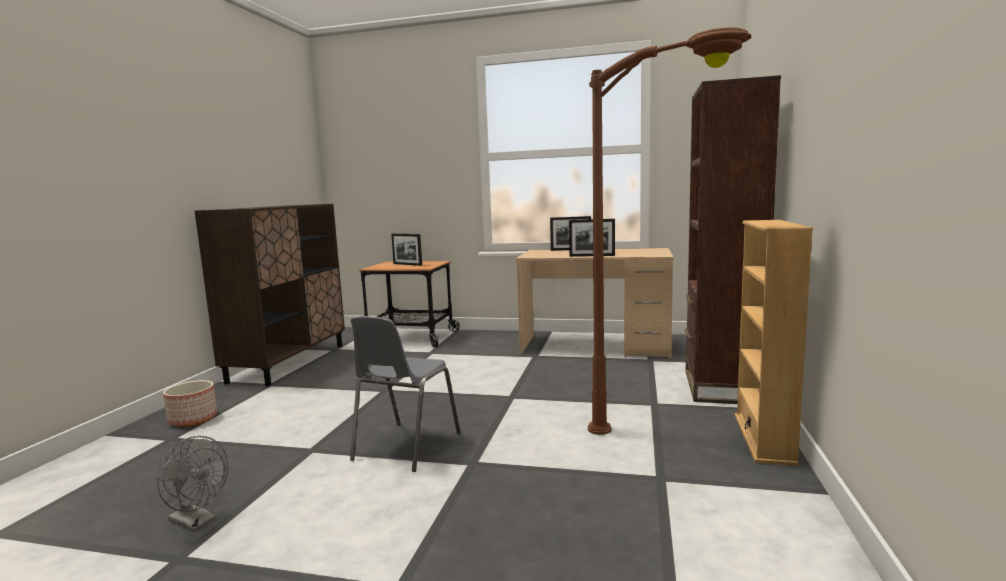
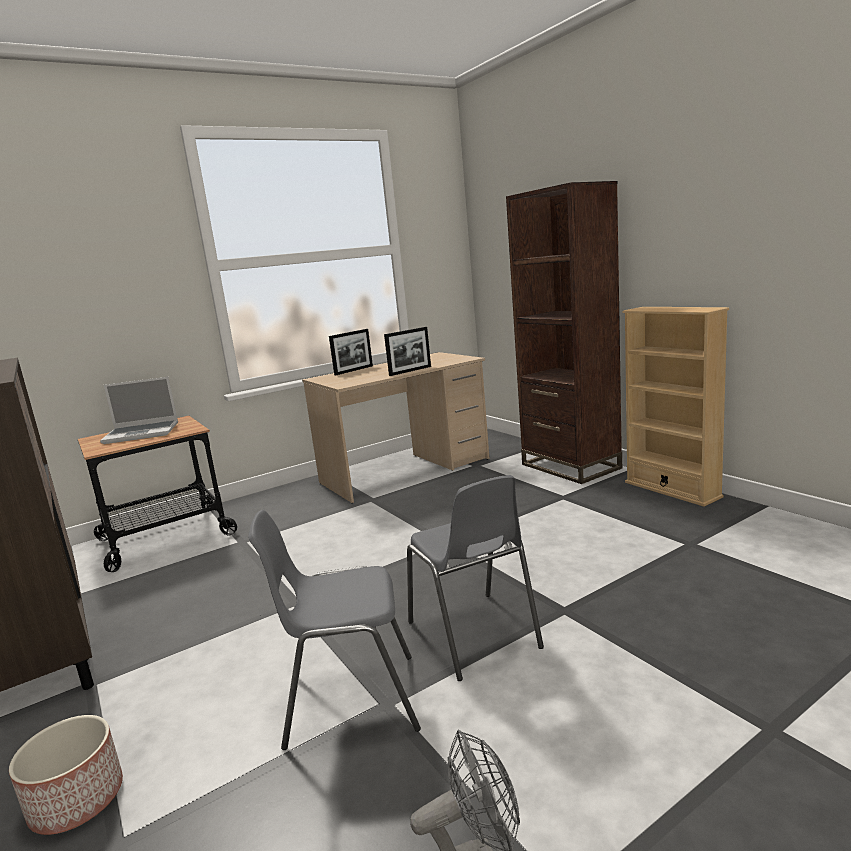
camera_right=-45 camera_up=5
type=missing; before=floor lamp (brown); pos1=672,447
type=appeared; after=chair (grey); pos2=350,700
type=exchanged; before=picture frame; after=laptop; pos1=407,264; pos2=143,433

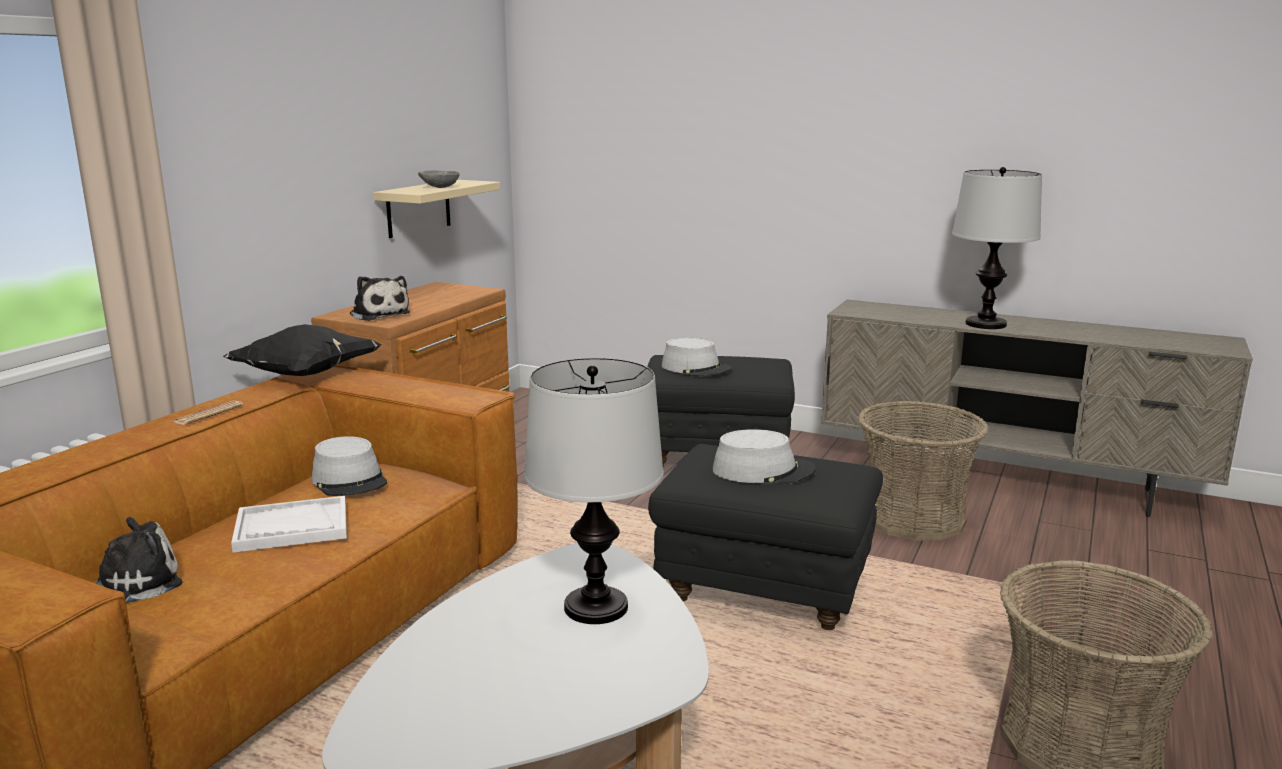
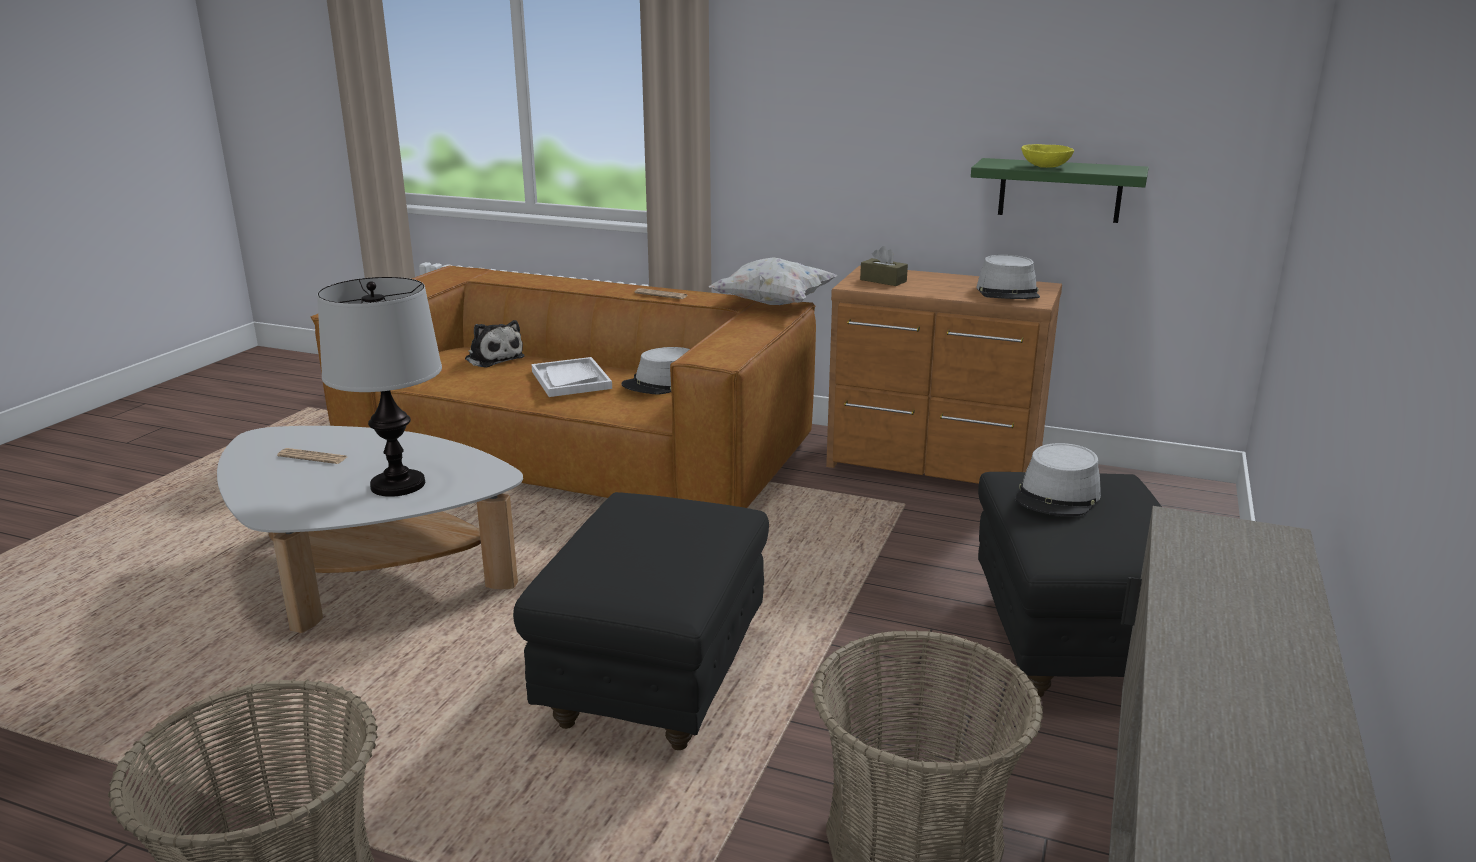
camera_right=85 camera_up=5
type=missing; before=table lamp; pos1=986,324
type=appeared; after=newspaper; pos2=313,457
type=relocated; before=hat (grey); pos1=763,471; pos2=1008,292
type=exchanged; before=plush toy; after=tissue box (brown); pos1=379,314; pos2=883,280
type=colour; before=pillow (black); after=pillow (white); pos1=306,375; pos2=773,304
type=colour; before=shelf (beige); after=shelf (green); pos1=418,208; pos2=1060,190
type=colour; before=bowl (grey); after=bowl (yellow); pos1=439,187; pos2=1044,167

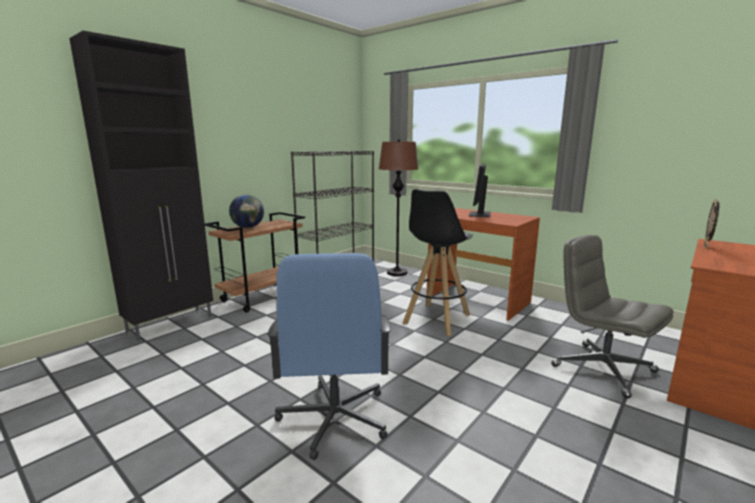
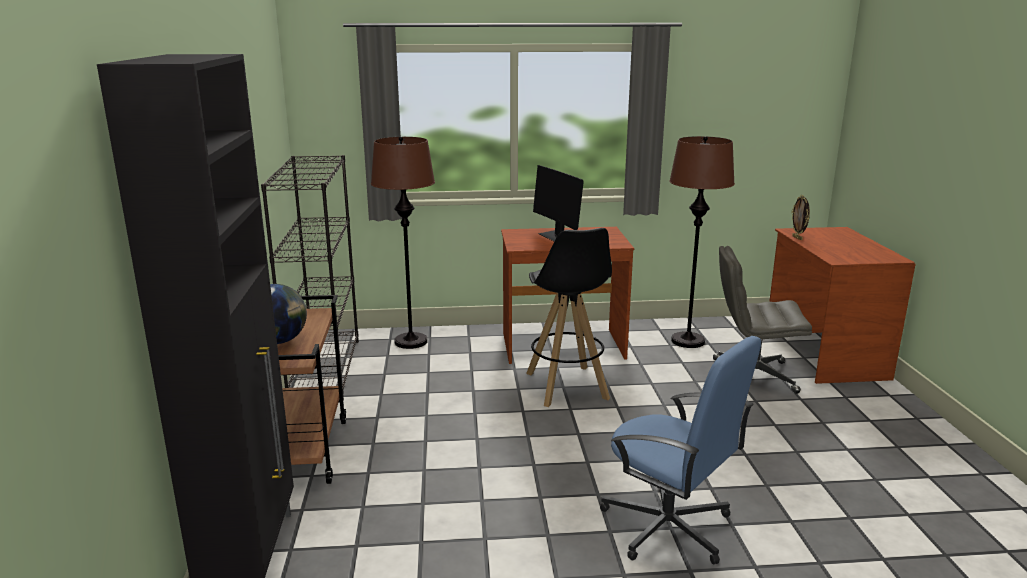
camera_right=-45 camera_up=5
type=appeared; after=floor lamp (brown); pos2=688,341

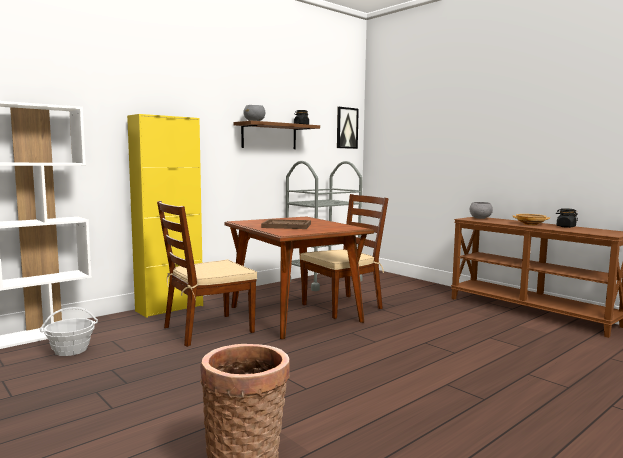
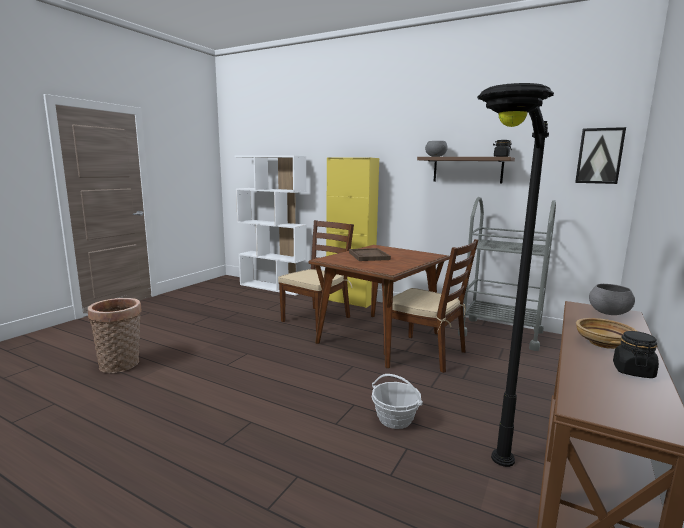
camera_right=70 camera_up=5
type=appeared; after=floor lamp (black); pos2=481,504
type=relocated; before=basket; pos1=71,350; pos2=395,419
type=spun; before=chair (brown); pos1=207,330; pos2=316,319; turn=90

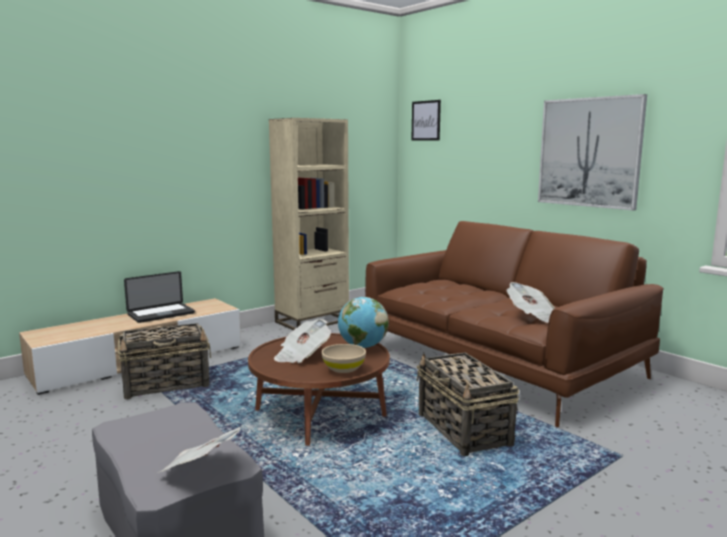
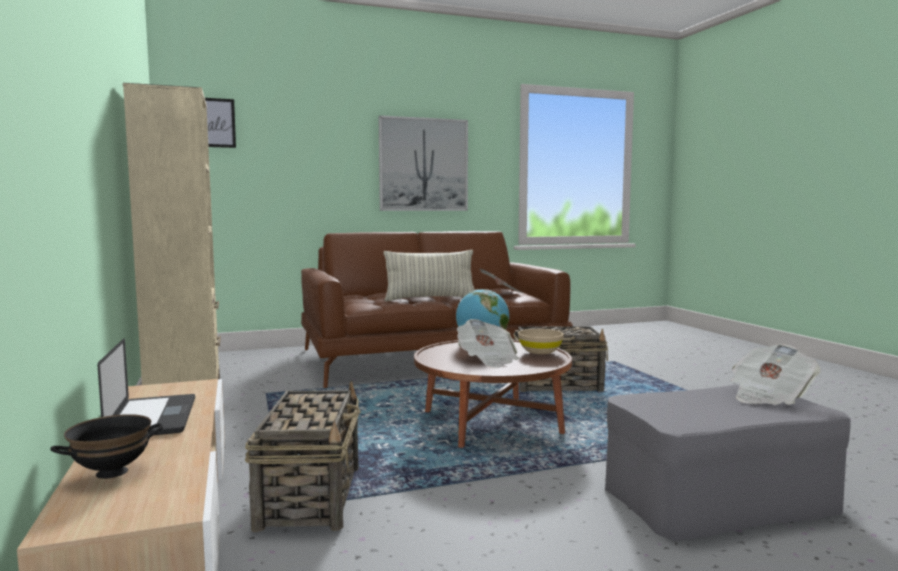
camera_right=-70 camera_up=-5
type=appeared; after=bowl (black); pos2=112,472
type=appeared; after=pillow; pos2=430,299

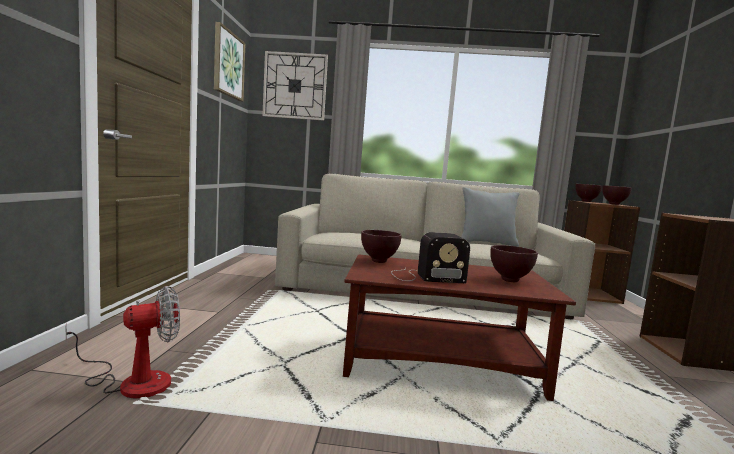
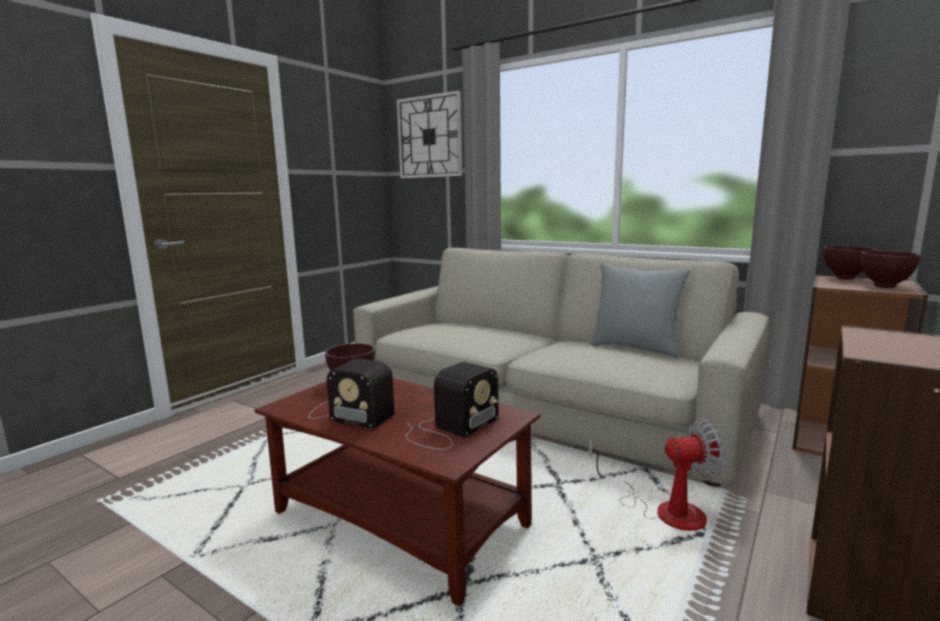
camera_right=30 camera_up=5
type=missing; before=picture; pos1=228,64
type=relocated; before=fan; pos1=132,381; pos2=664,510
type=exchanged; before=bowl (brown); after=radio; pos1=509,280; pos2=450,429

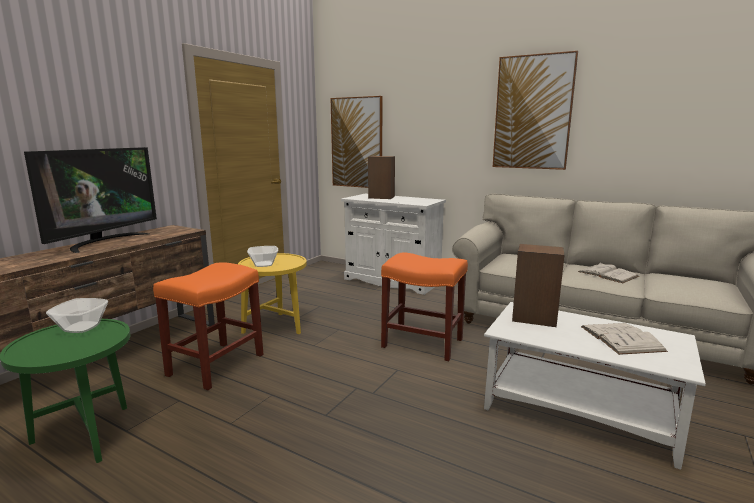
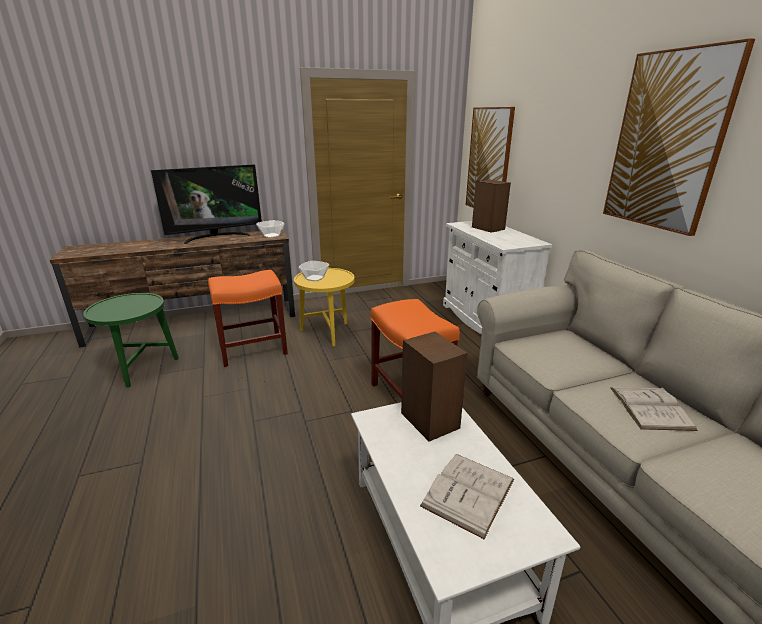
camera_right=40 camera_up=10
type=relocated; before=bowl; pos1=81,327; pos2=271,235

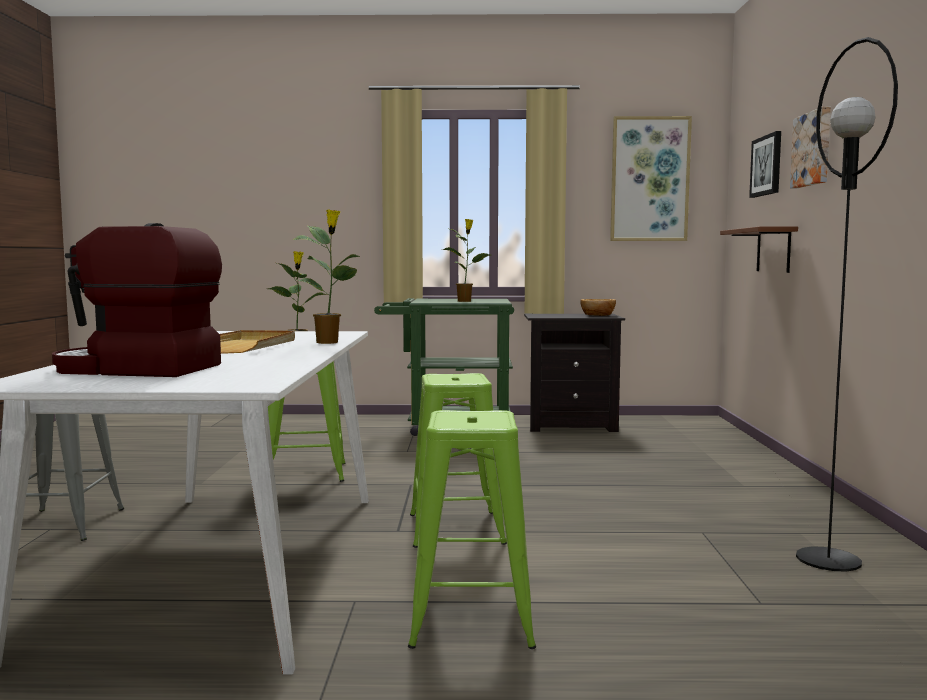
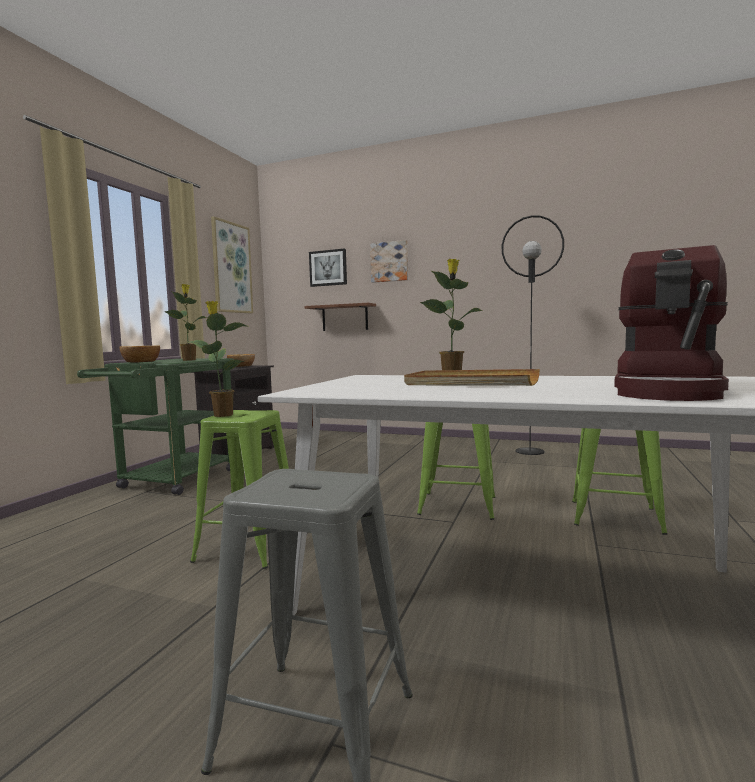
camera_right=-70 camera_up=0
type=appeared; after=bowl; pos2=140,362

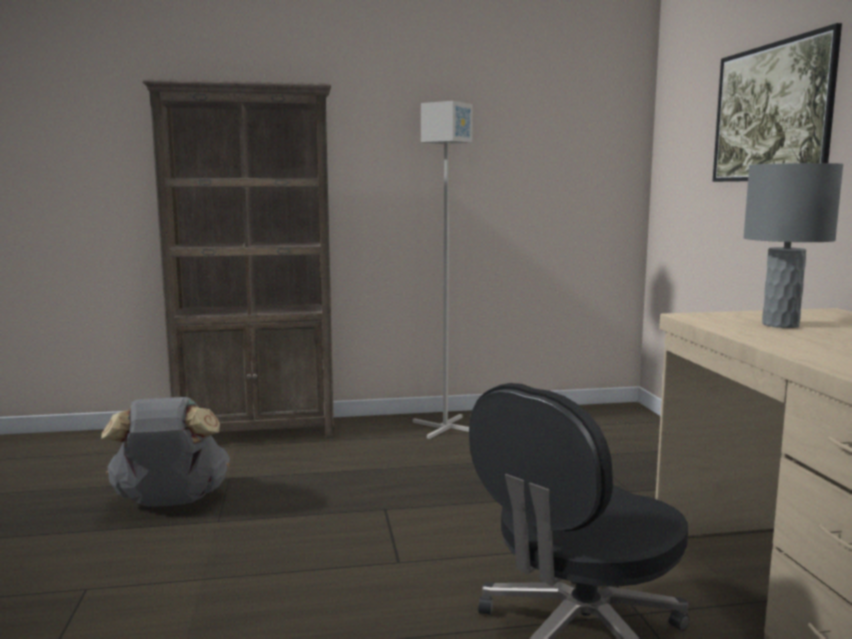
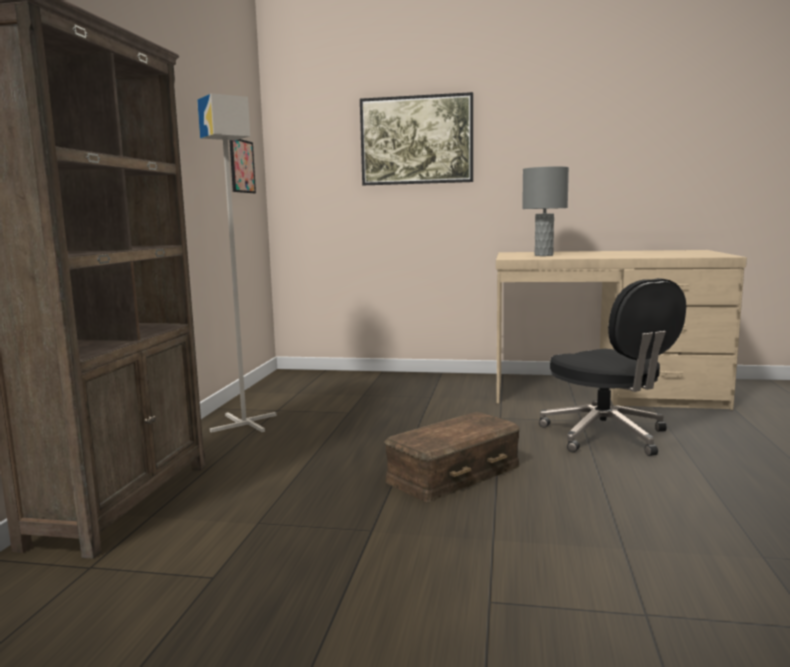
camera_right=-70 camera_up=0
type=missing; before=backpack (grey); pos1=170,502
type=appeared; after=picture; pos2=241,166
type=appeared; after=storage box (brown); pos2=453,473

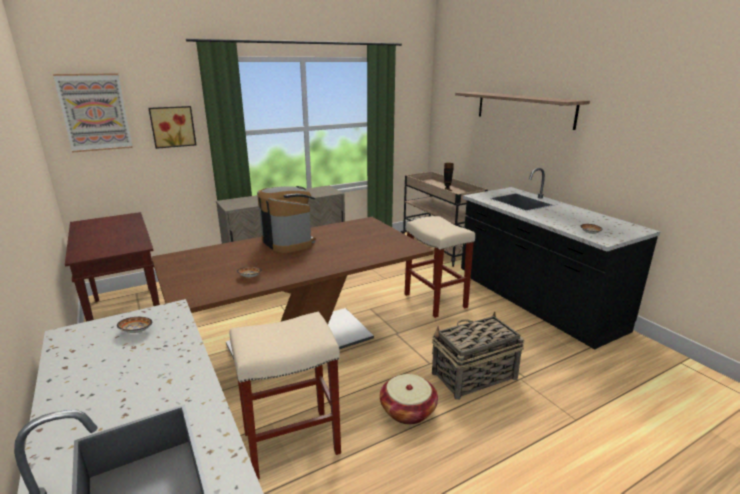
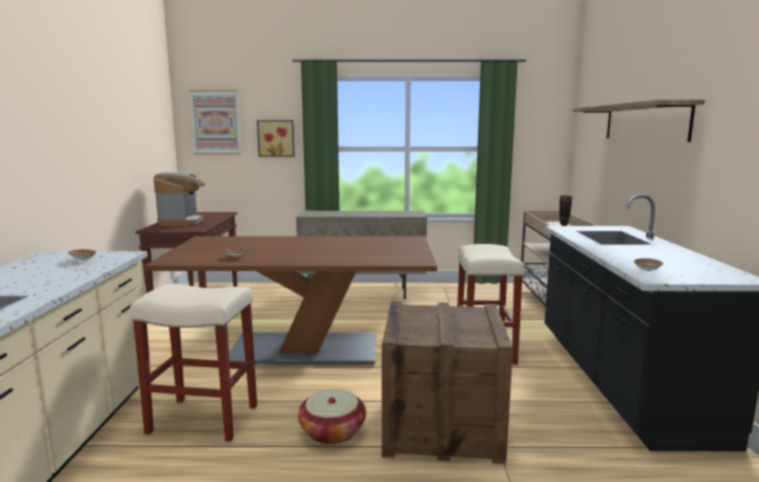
camera_right=30 camera_up=-10
type=relocated; before=coffee machine; pos1=289,242; pos2=181,222
type=exchanged; before=basket; after=crate; pos1=473,376; pos2=441,426

